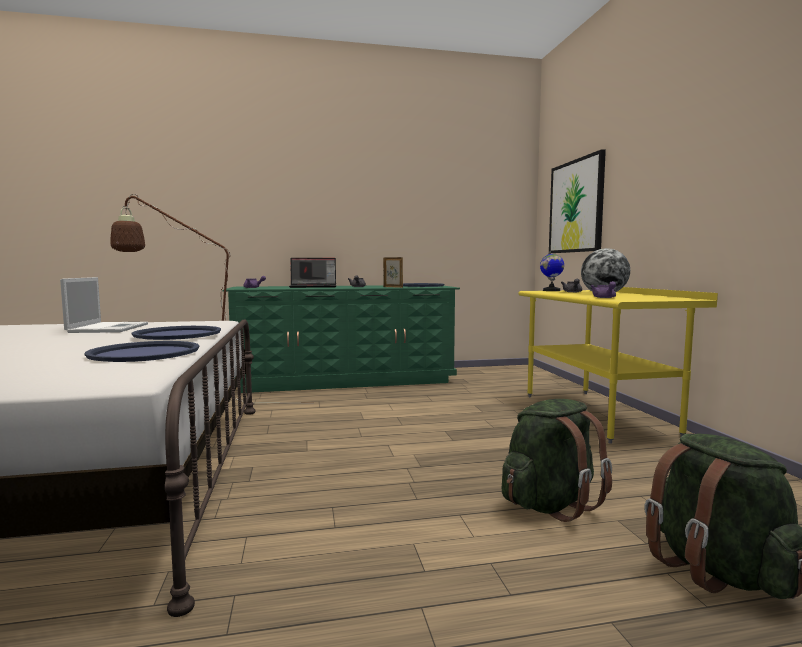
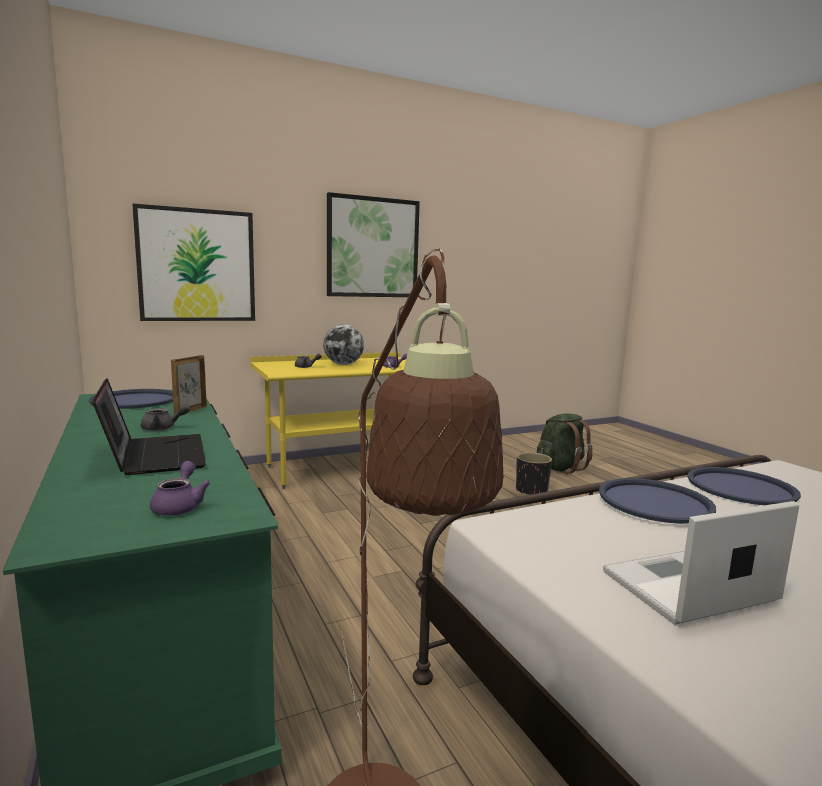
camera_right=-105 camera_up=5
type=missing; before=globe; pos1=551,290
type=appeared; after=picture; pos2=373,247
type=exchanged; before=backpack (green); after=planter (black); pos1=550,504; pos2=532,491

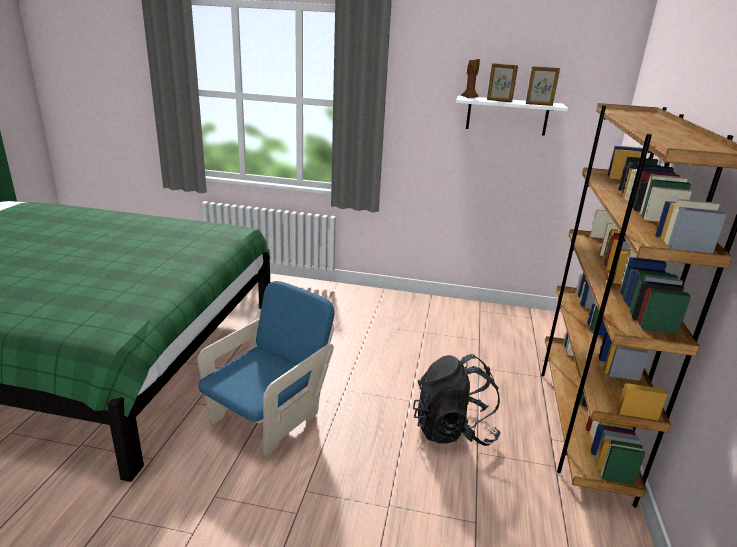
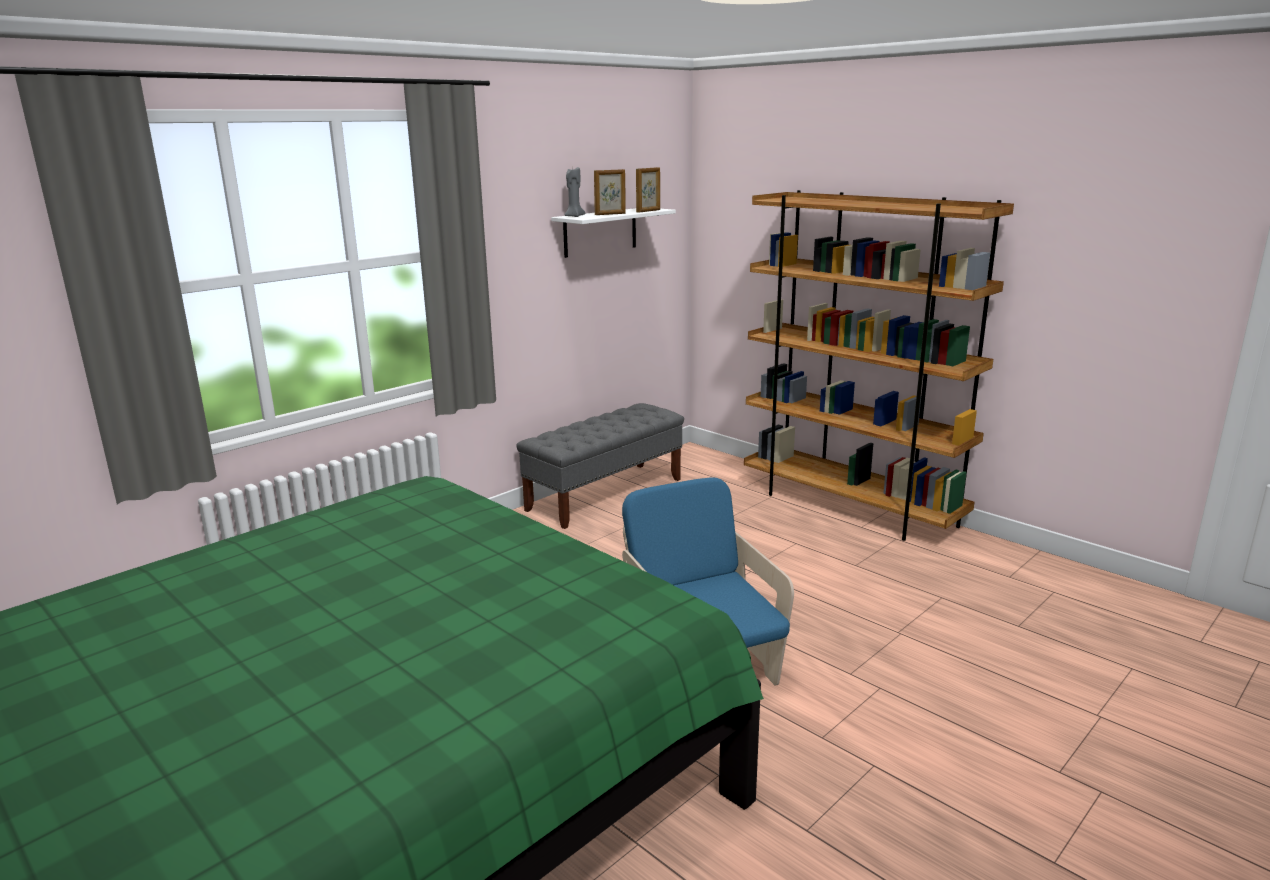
camera_right=-55 camera_up=-5
type=missing; before=backpack (black); pos1=453,430
type=appeared; after=bench (grey); pos2=605,494
type=colour; before=candle (brown); after=candle (grey); pos1=469,97; pos2=574,216

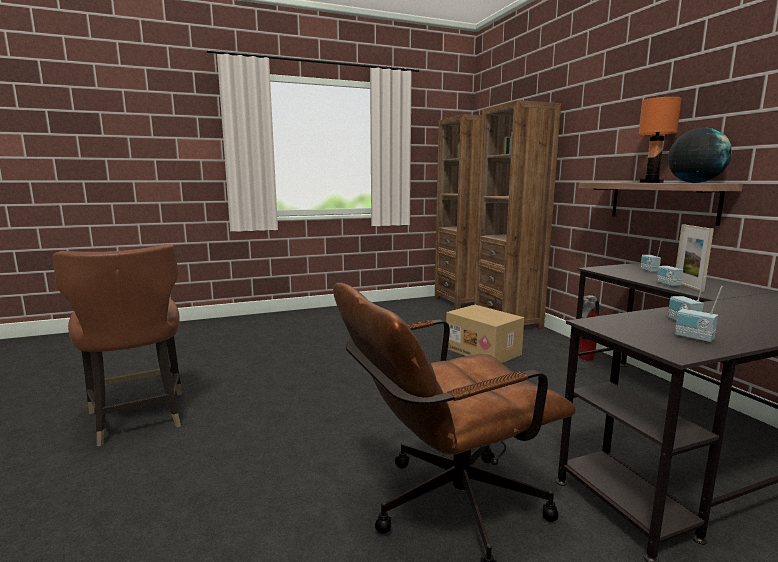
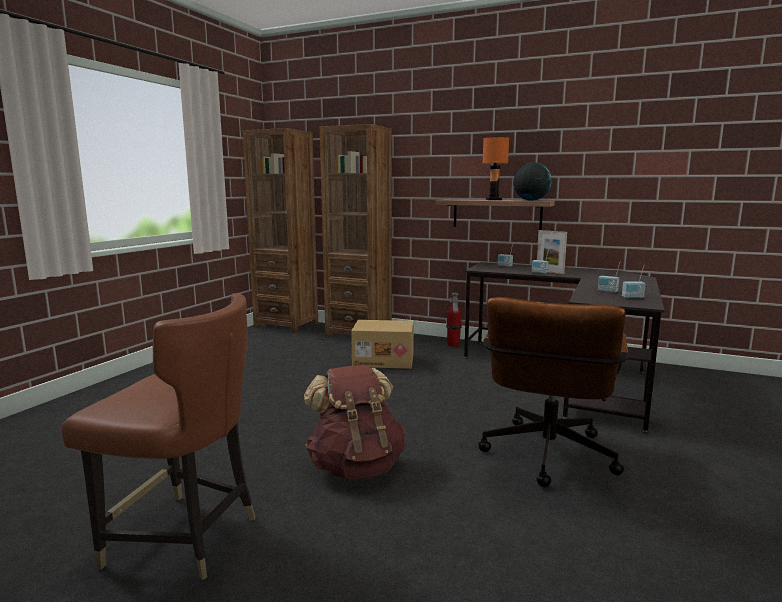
camera_right=-45 camera_up=0
type=appeared; after=backpack (brown); pos2=356,466

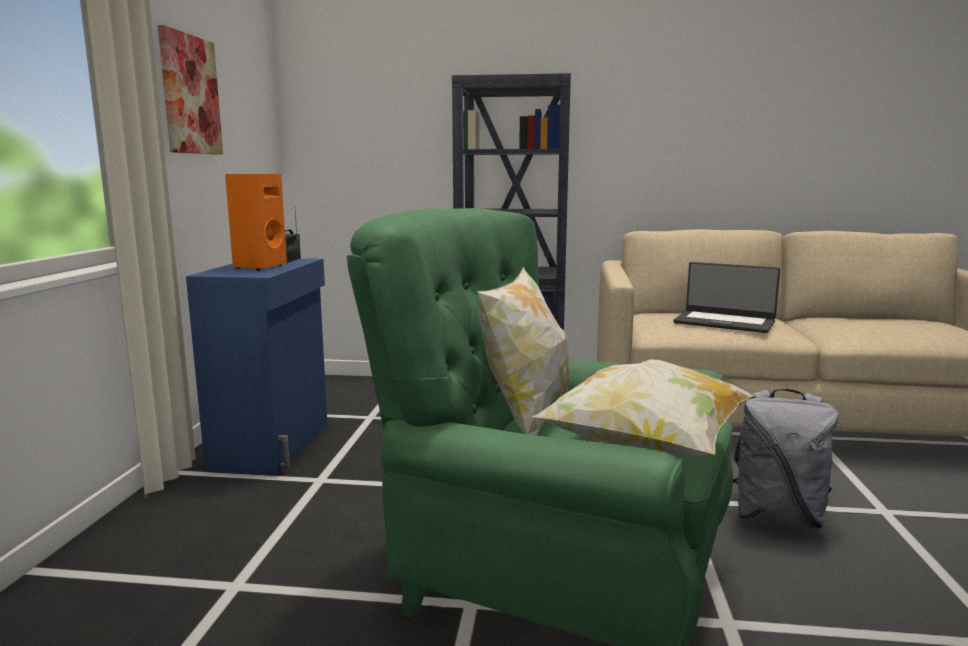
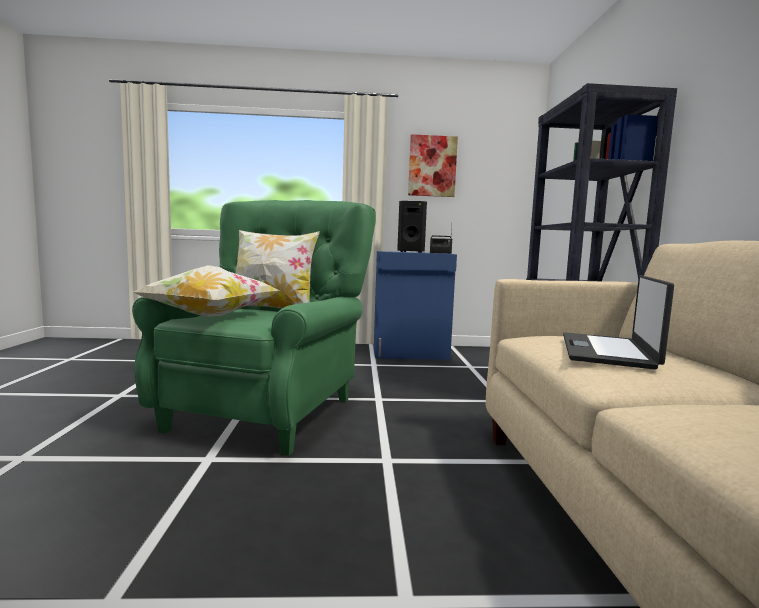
camera_right=80 camera_up=-5
type=missing; before=backpack (grey); pos1=776,517
type=colour; before=speaker (orange); after=speaker (black); pos1=258,267; pos2=411,252

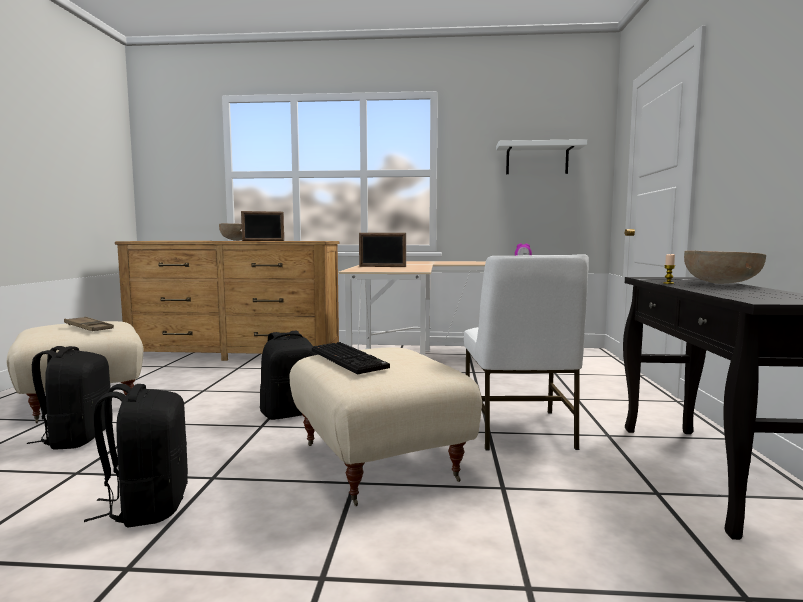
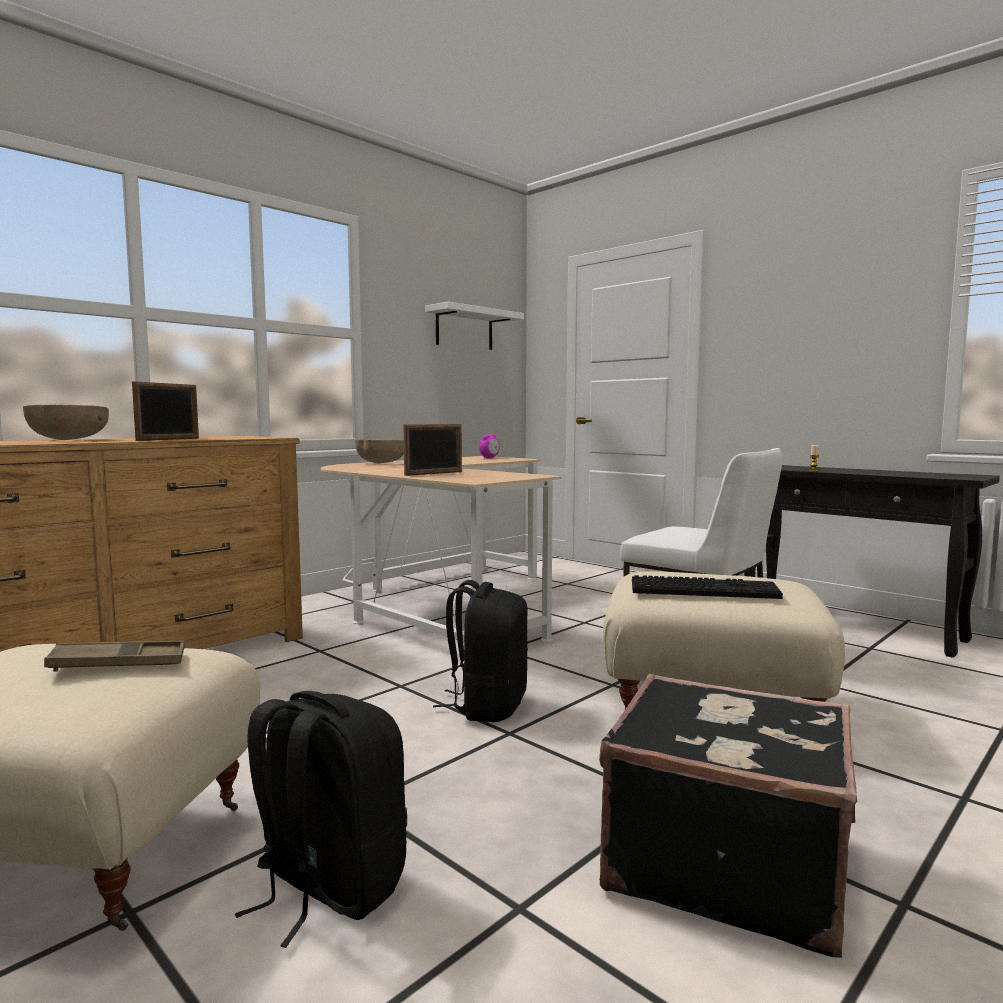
camera_right=-50 camera_up=0
type=relocated; before=bowl (brown); pos1=720,284; pos2=381,463
type=exchanged; before=backpack (black); after=suitcase (black); pos1=147,507; pos2=725,862

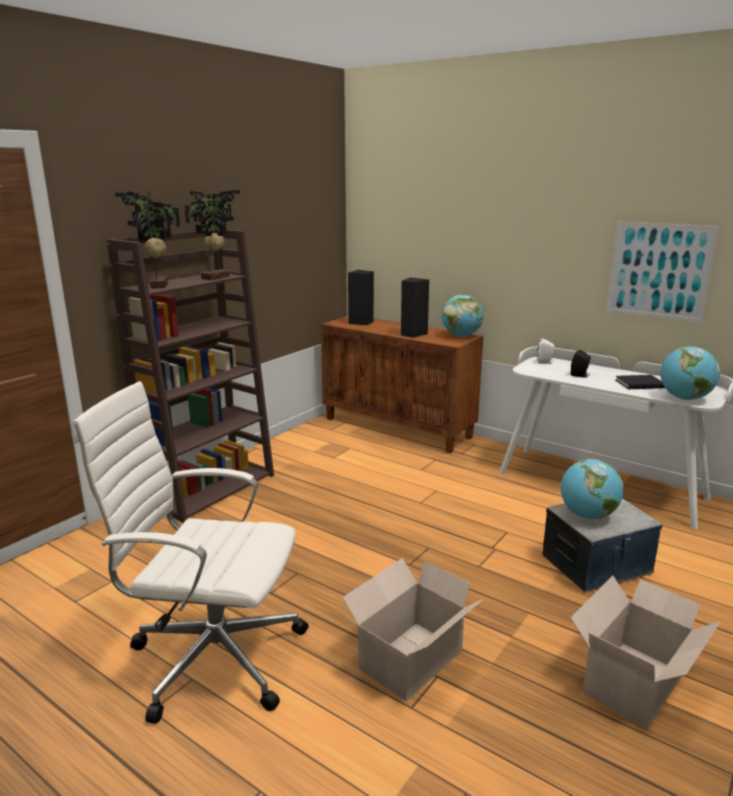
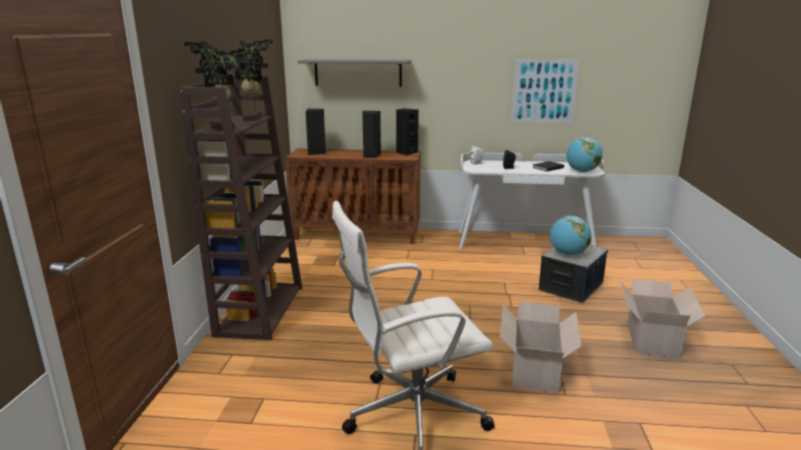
camera_right=-30 camera_up=0
type=appeared; after=shelf (grey); pos2=358,72
type=exchanged; before=globe; after=speaker (black); pos1=461,336; pos2=406,152

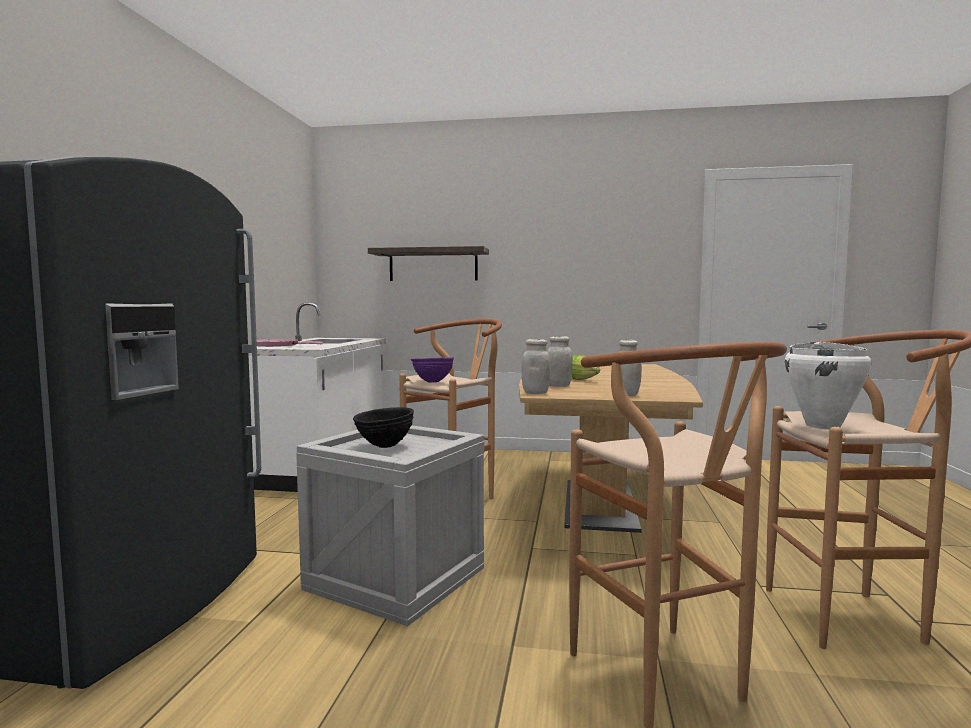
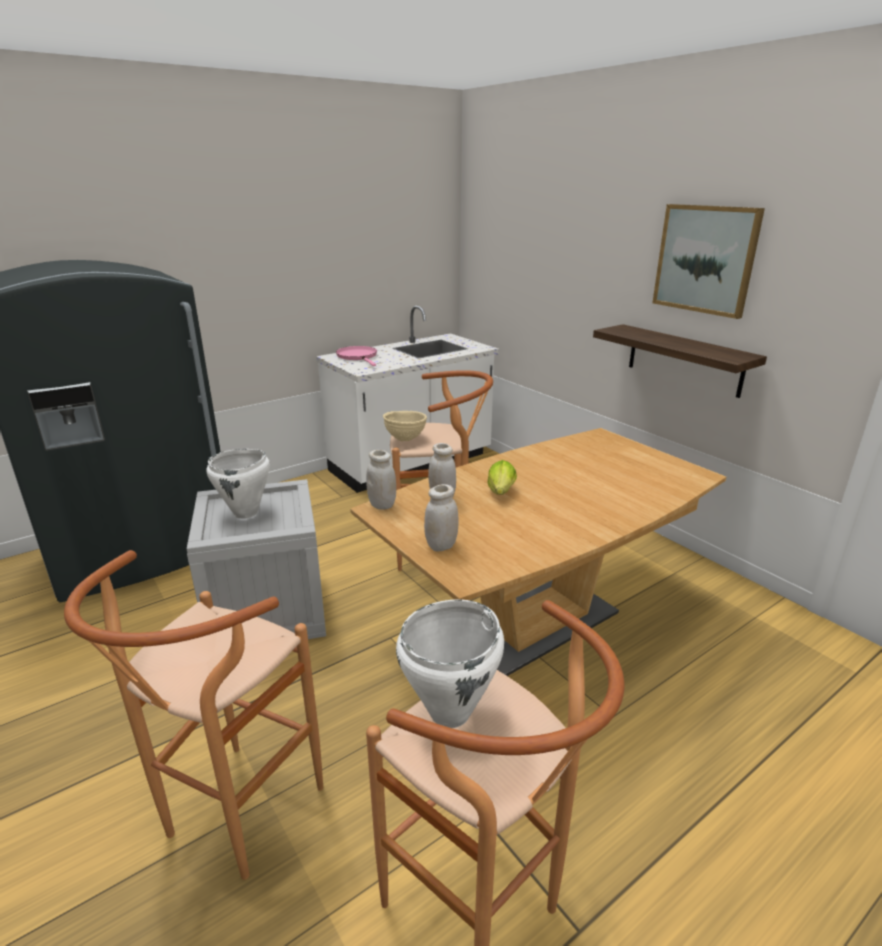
camera_right=45 camera_up=20
type=appeared; after=picture; pos2=705,259
type=relocated; before=shelf; pos1=433,265; pos2=684,360
type=exchanged; before=bowl (black); after=cooking pot (white); pos1=384,446; pos2=246,513
type=colour; before=bowl (purple); after=bowl (beige); pos1=432,382; pos2=405,439

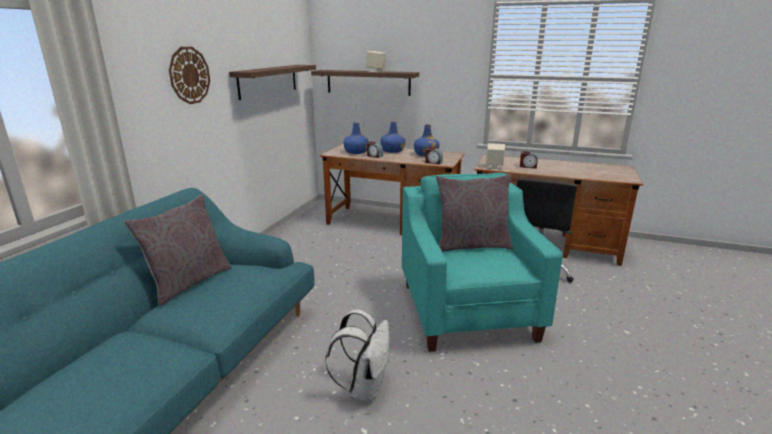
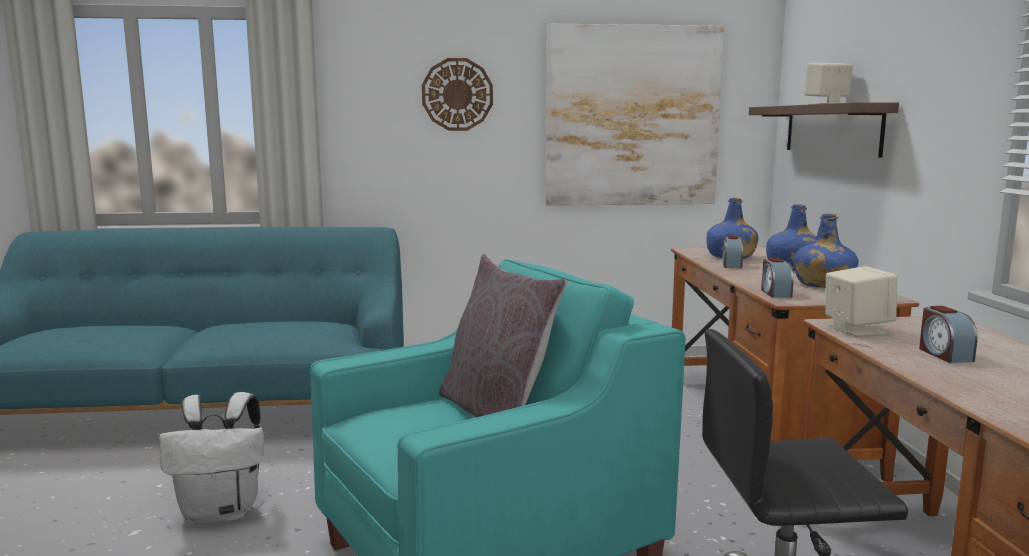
camera_right=65 camera_up=-10
type=missing; before=pillow (grey); pos1=189,282
type=exchanged; before=shelf; after=picture; pos1=268,81; pos2=632,116

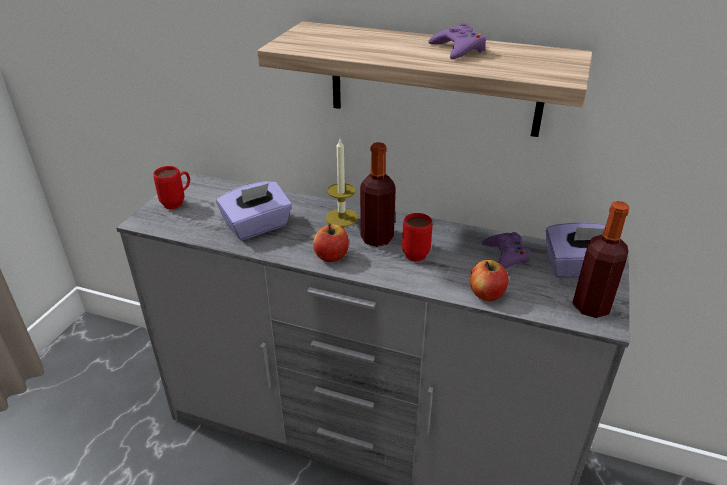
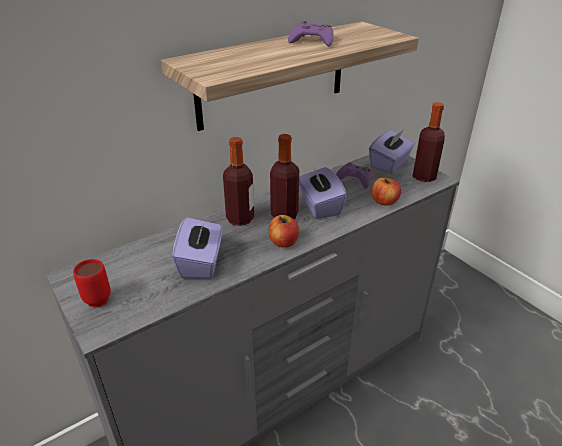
camera_right=-55 camera_up=0
type=exchanged; before=candle; after=bottle; pos1=341,217; pos2=240,219
type=exchanged; before=mug (red); after=tissue box (purple); pos1=419,253; pos2=319,206

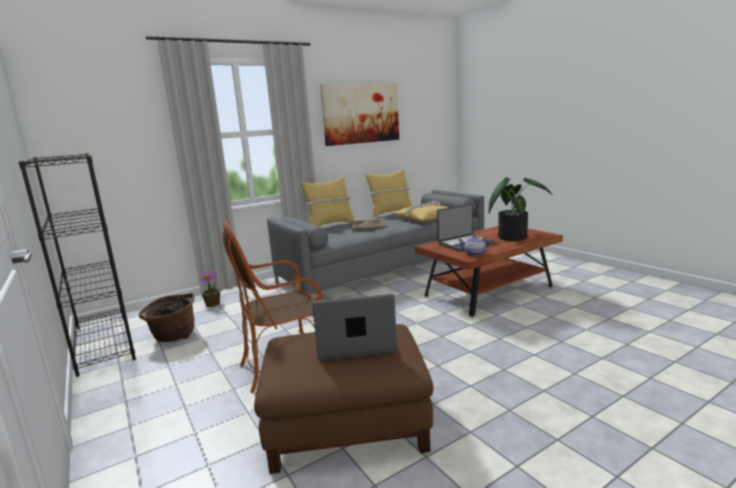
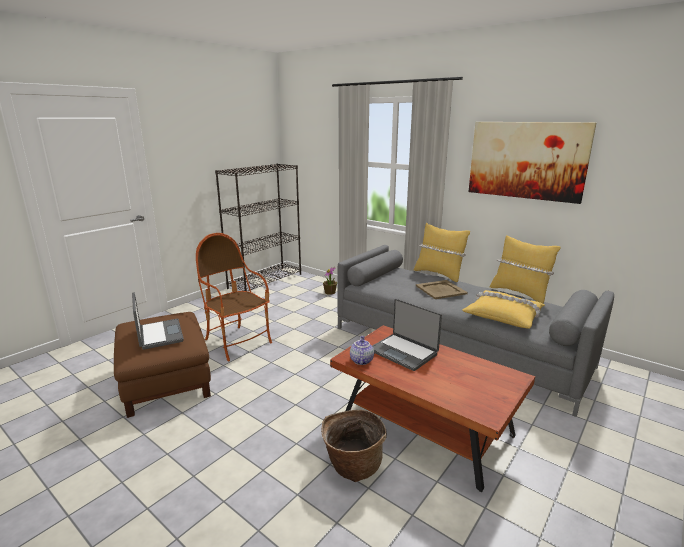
camera_right=70 camera_up=5
type=missing; before=potted plant; pos1=514,237
type=relocated; before=basket; pos1=173,337; pos2=352,465

